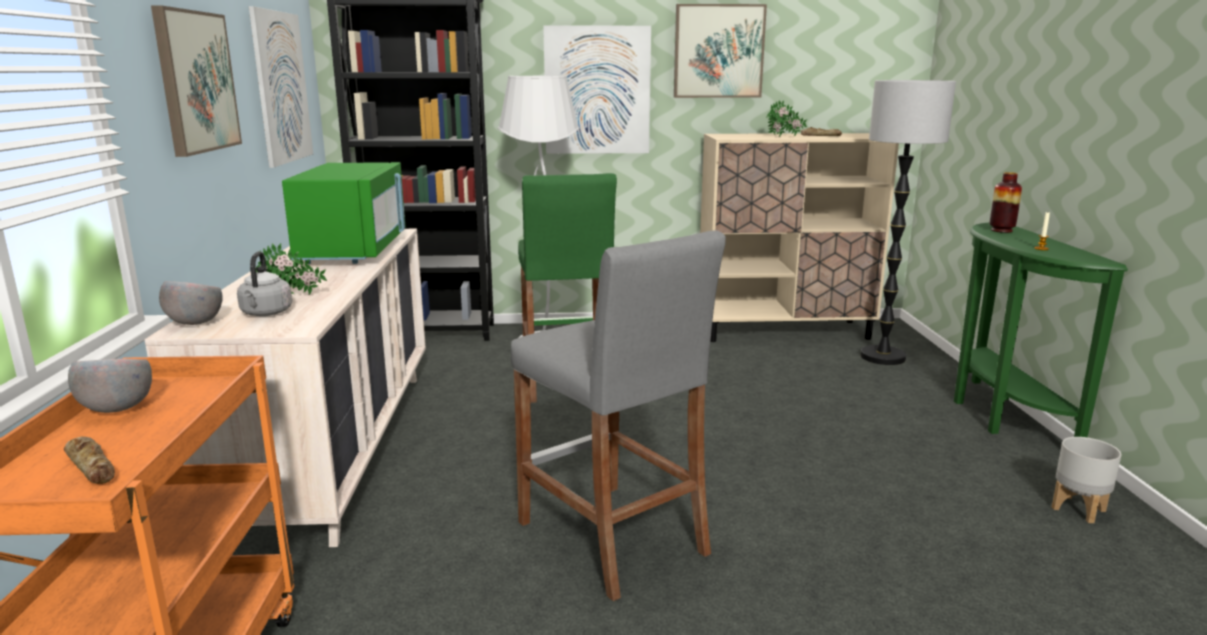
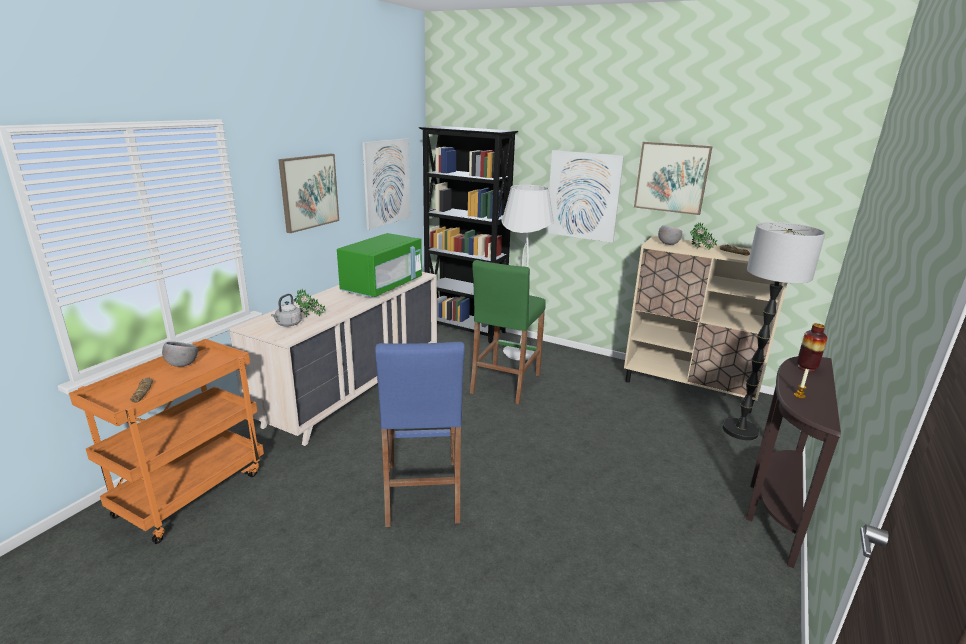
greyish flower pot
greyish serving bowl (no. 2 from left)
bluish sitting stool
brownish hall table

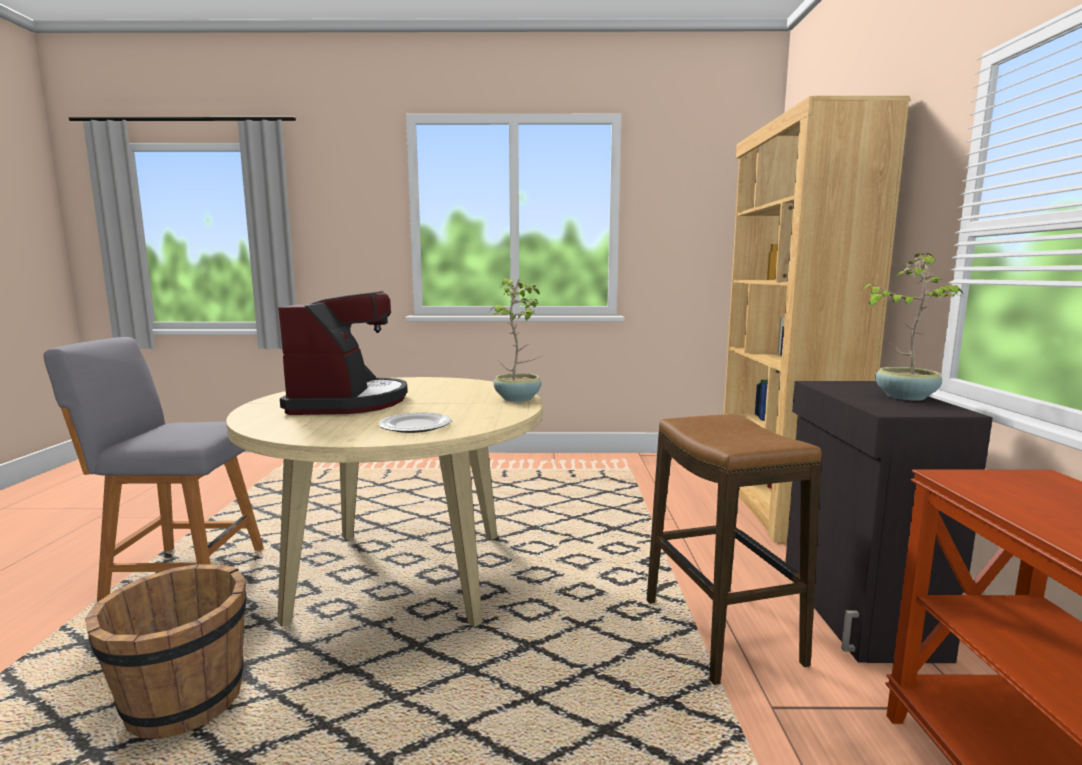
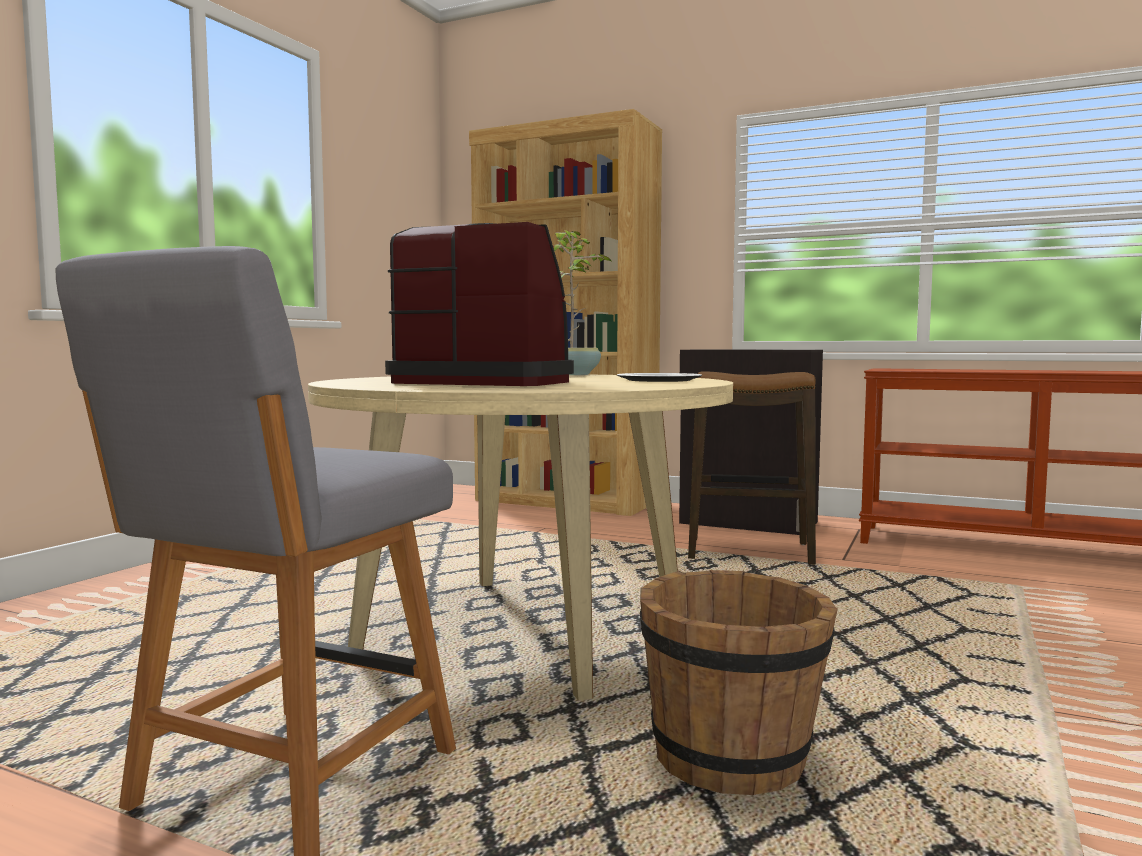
houseplant (no. 2 from left in the first image)

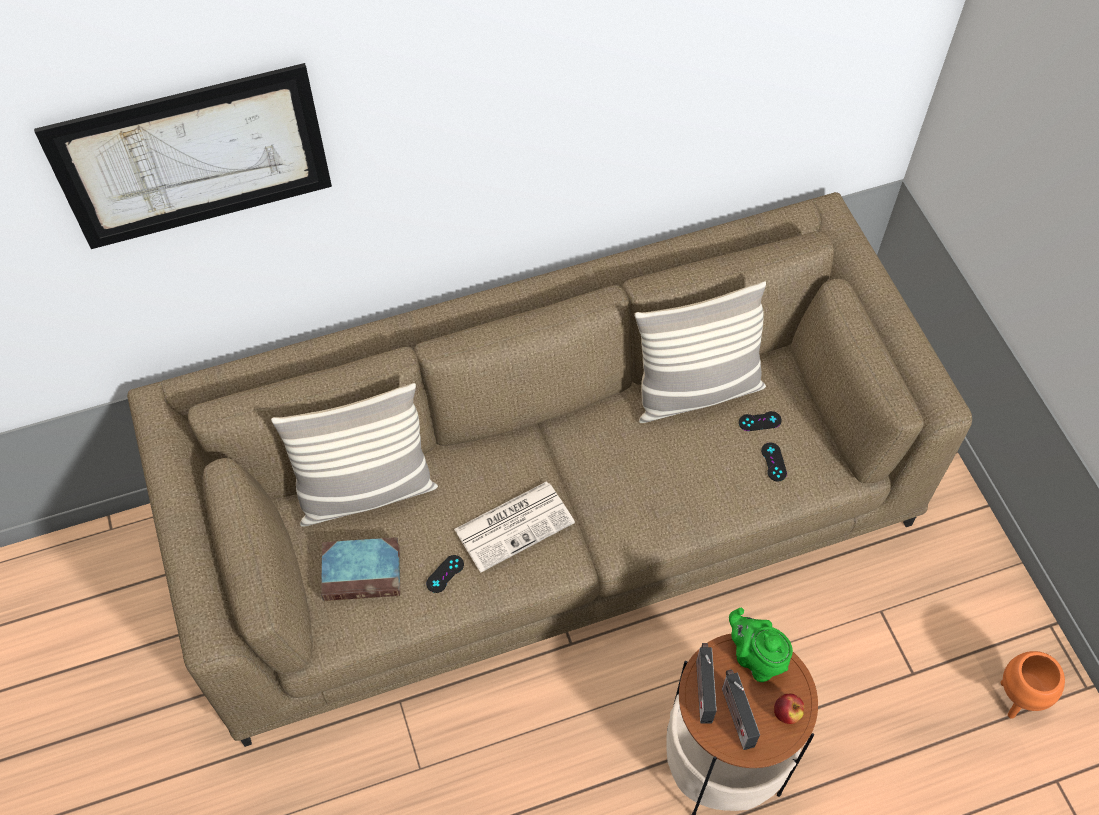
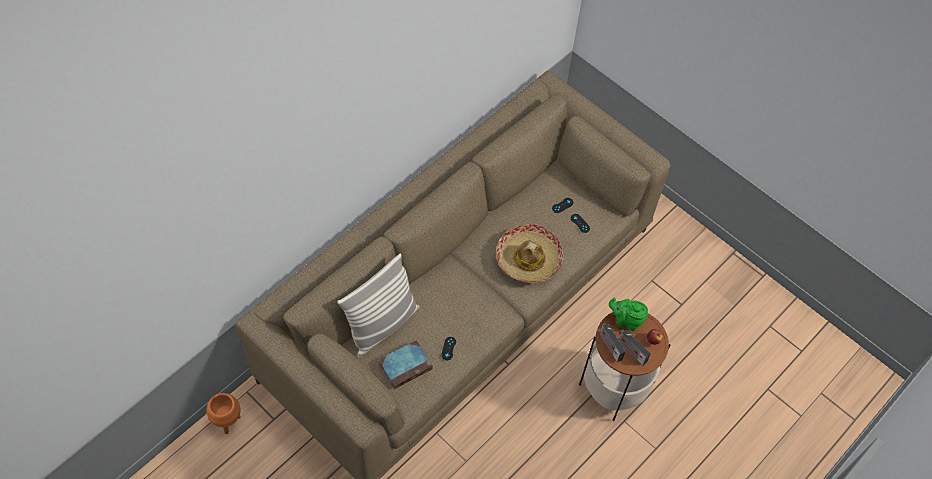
wall art
daily paper
cushion (no. 2 from left in the first image)
clothing hat
orange flower pot

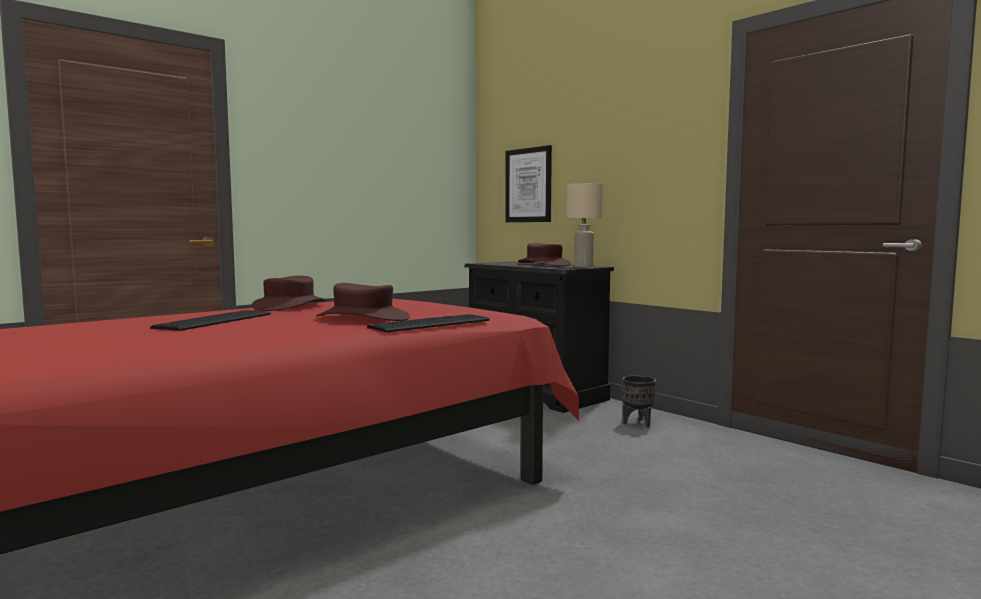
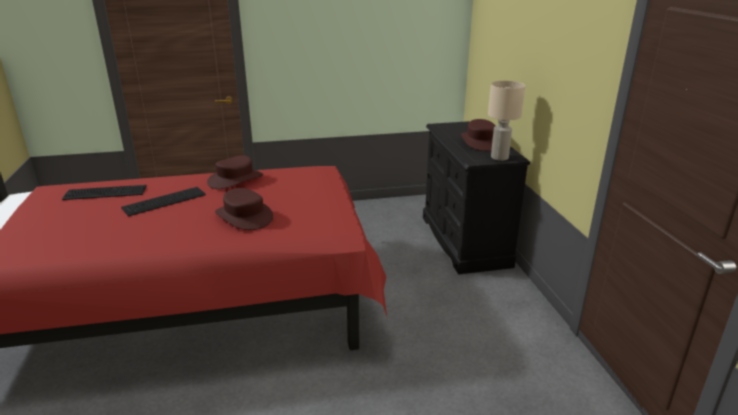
wall art
blackish flower pot
PC keyboard (no. 1 from left)

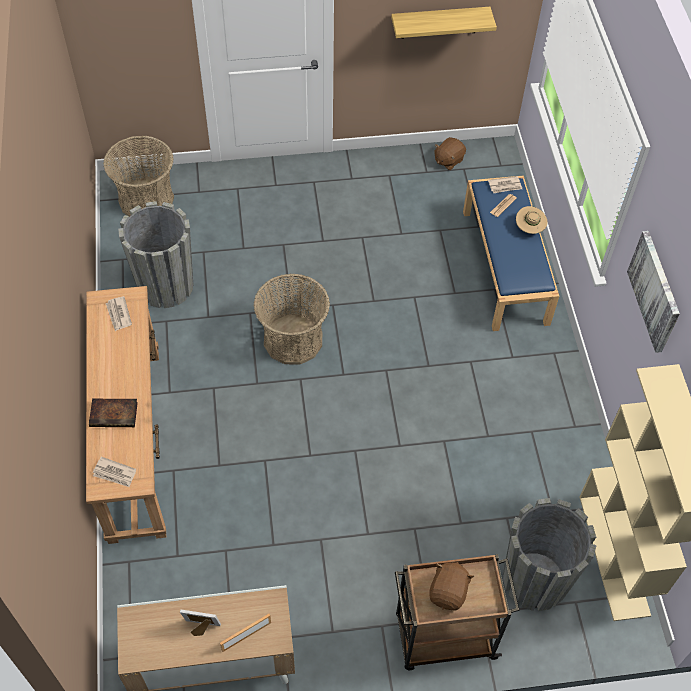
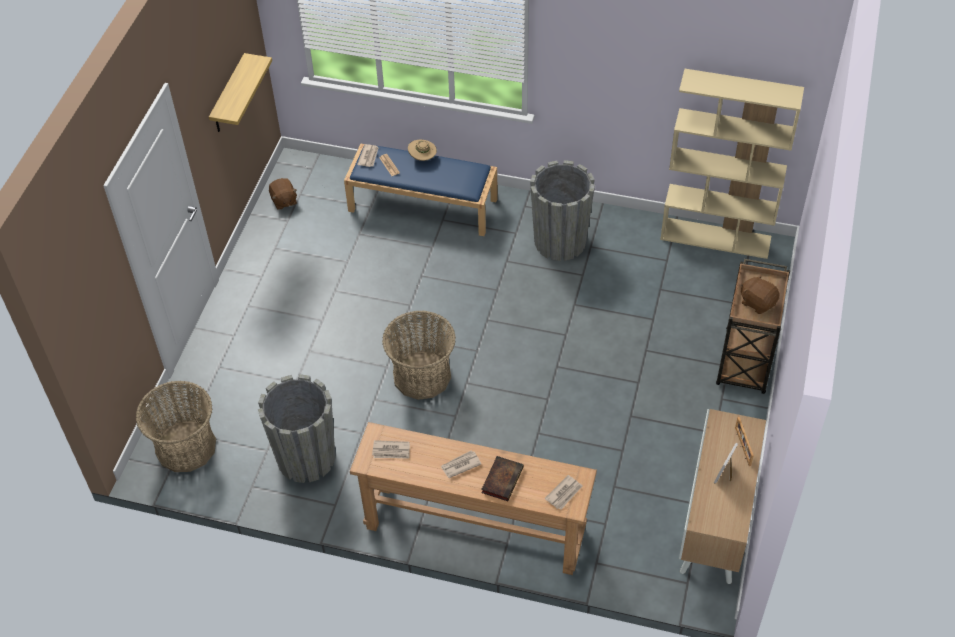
wall art
daily paper (no. 4 from left)
greyish flower pot (no. 2 from left)

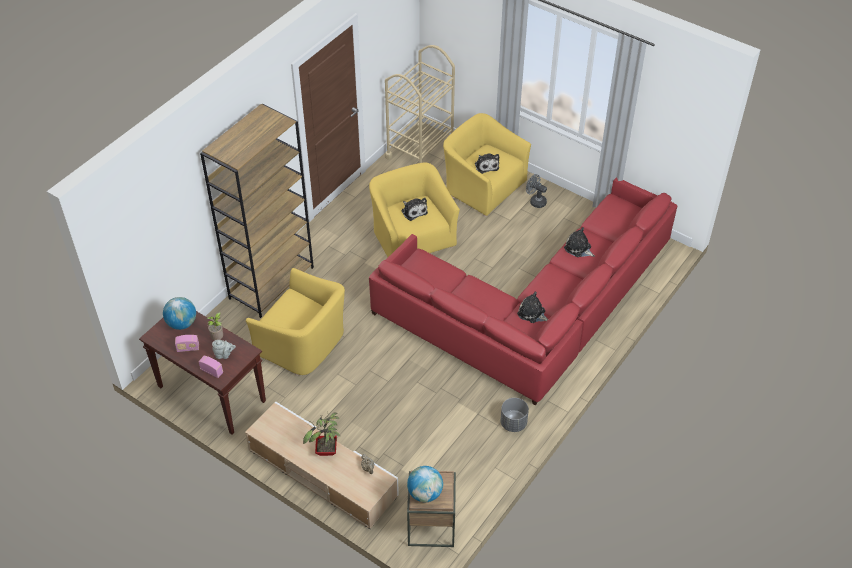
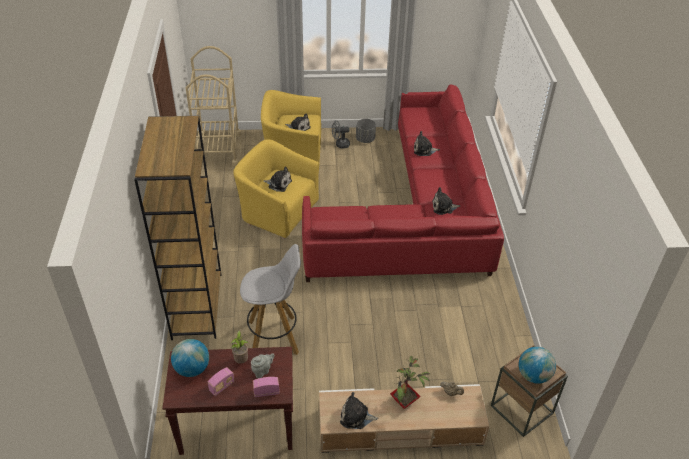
cuddly toy (no. 3 from left)
greyish flower pot
white-coloured sitting stool

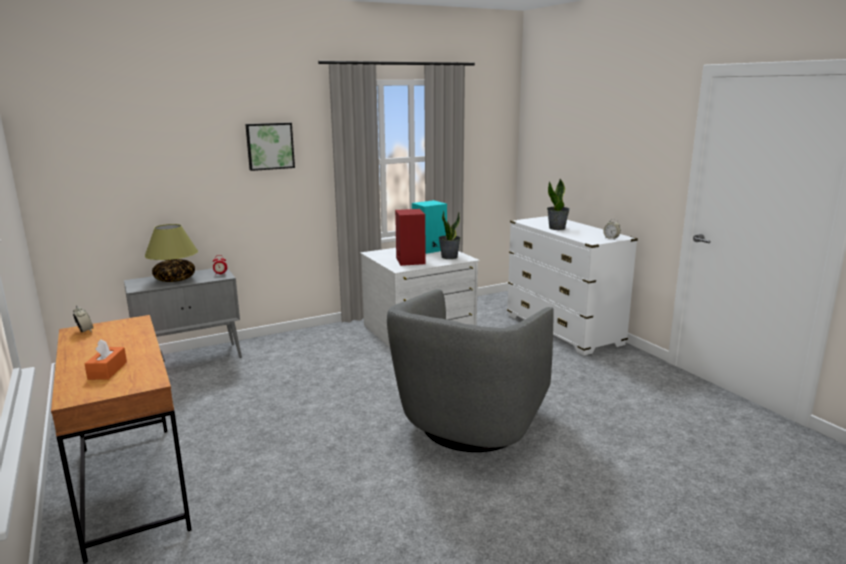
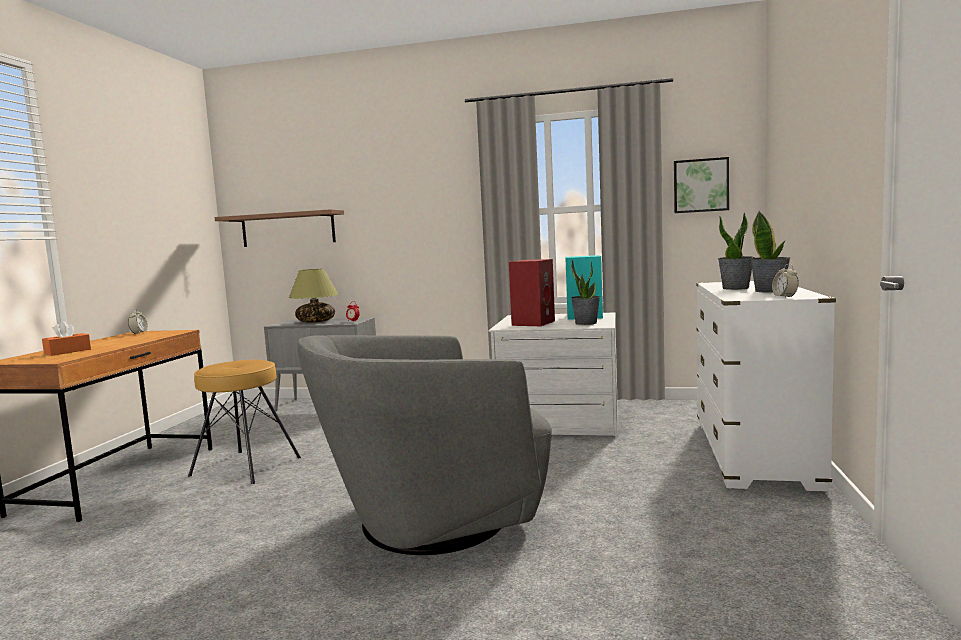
brownish sitting stool
wall shelf
houseplant (no. 3 from left)
wall art

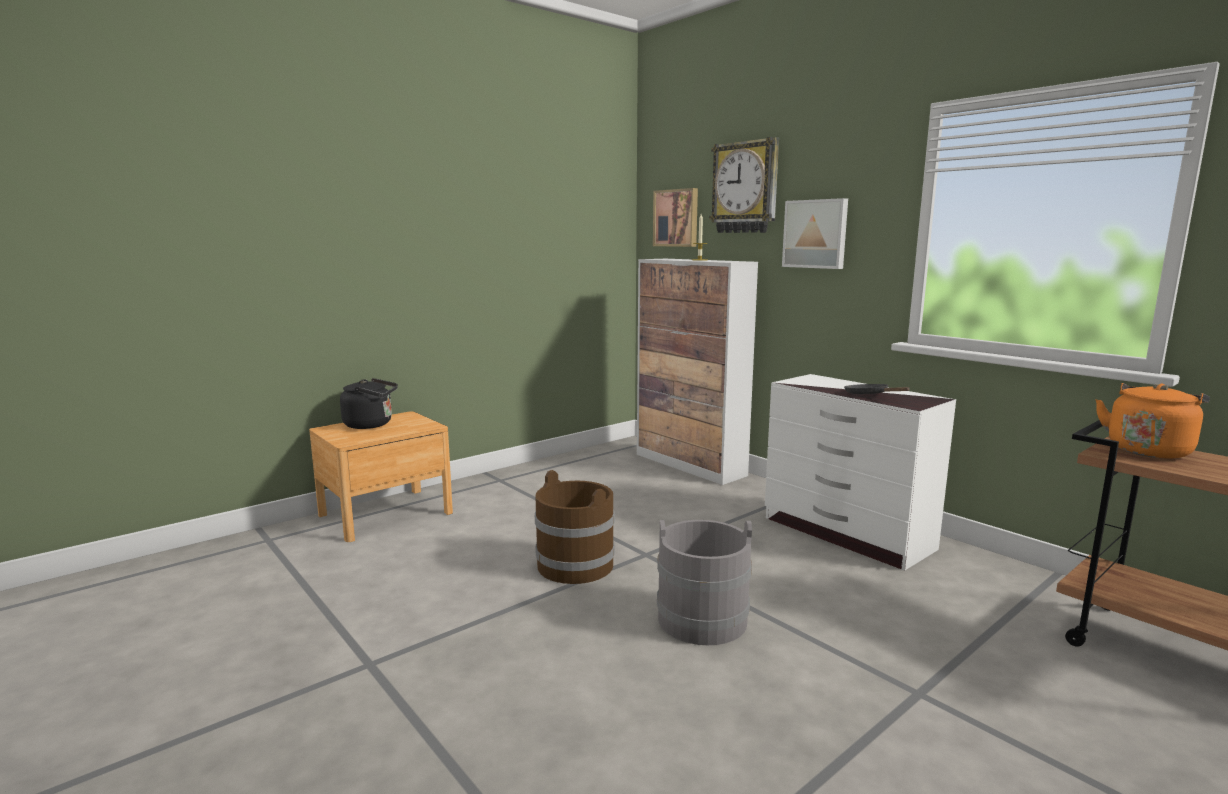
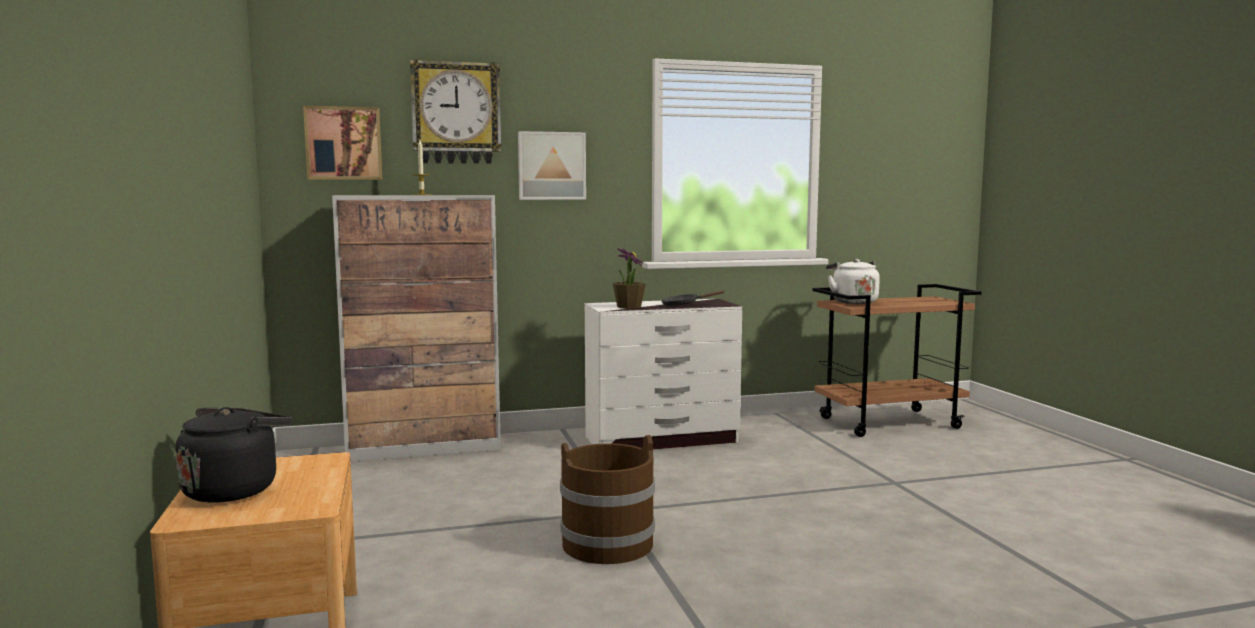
greyish pail
houseplant
white-coloured water kettle

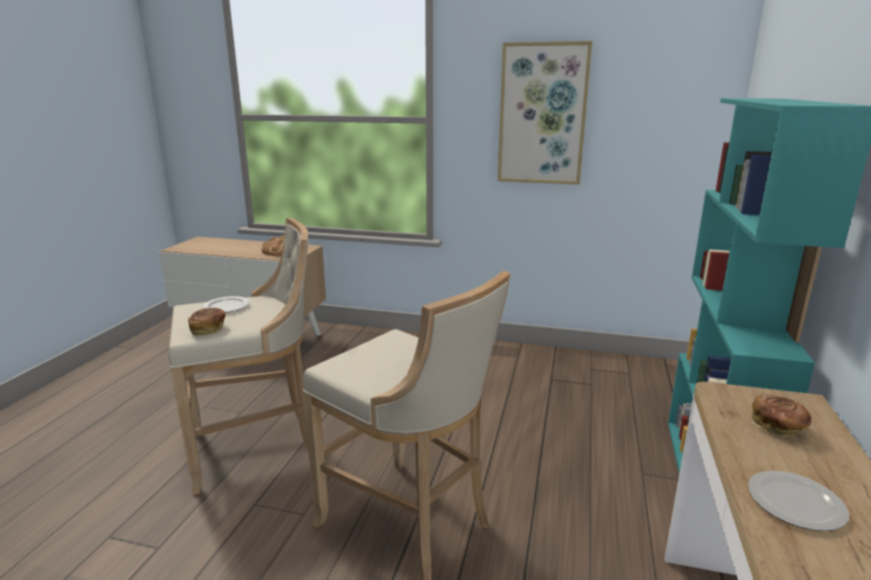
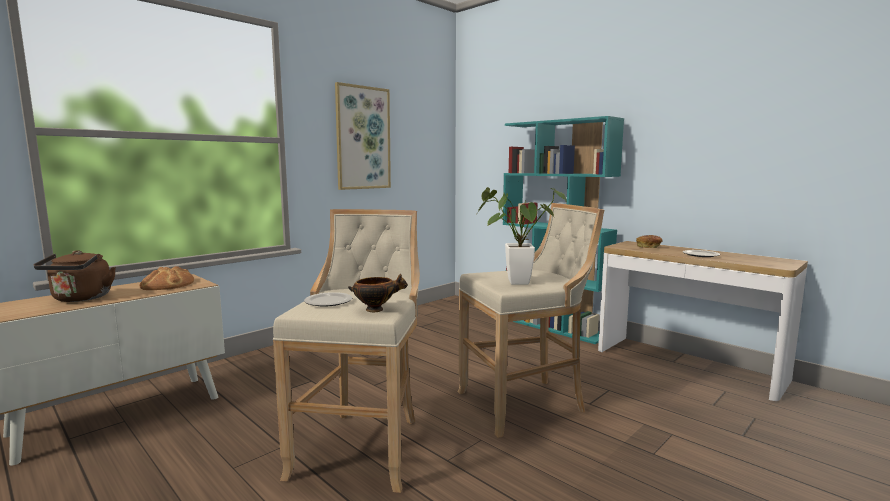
brownish water kettle
houseplant
serving bowl

